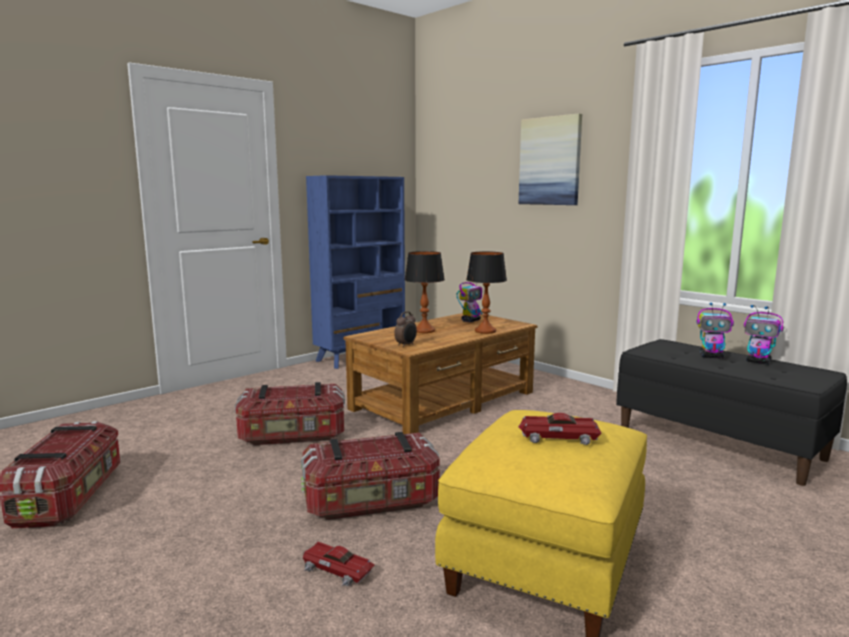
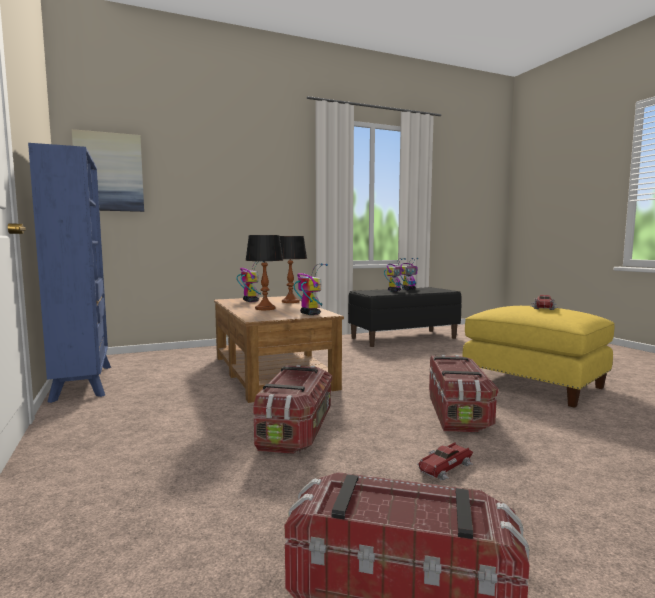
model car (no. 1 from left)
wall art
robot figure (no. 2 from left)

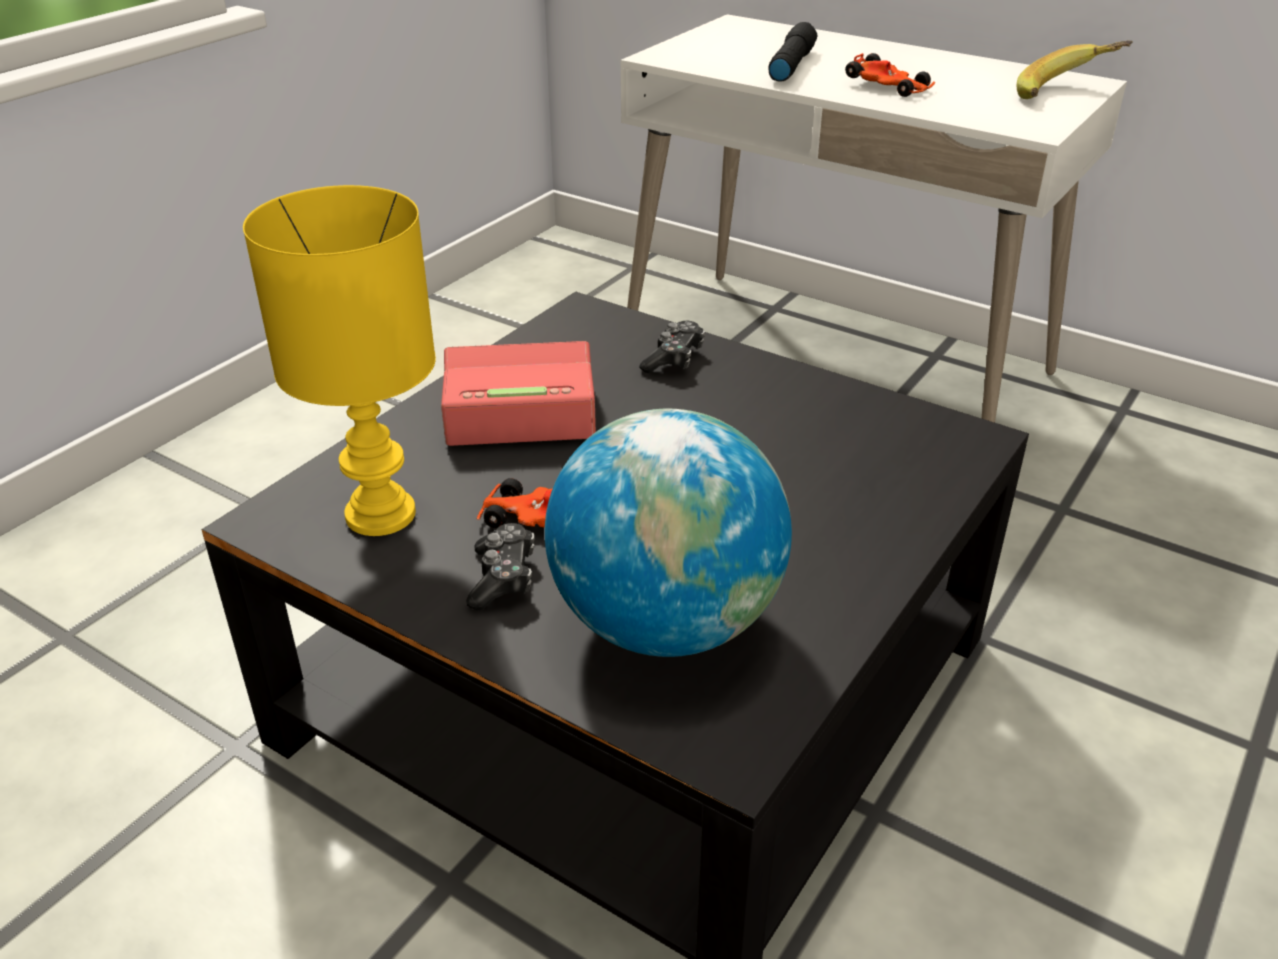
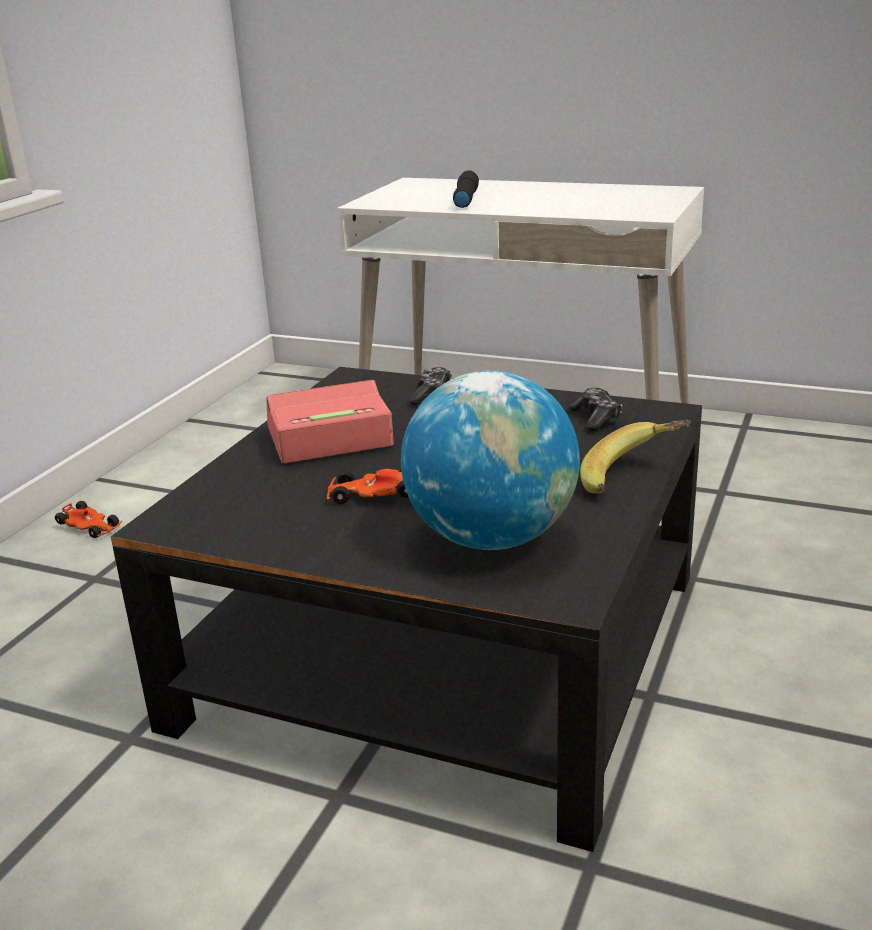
yellow lamp for a table
joypad (no. 2 from left)
model car (no. 1 from left)
whole banana

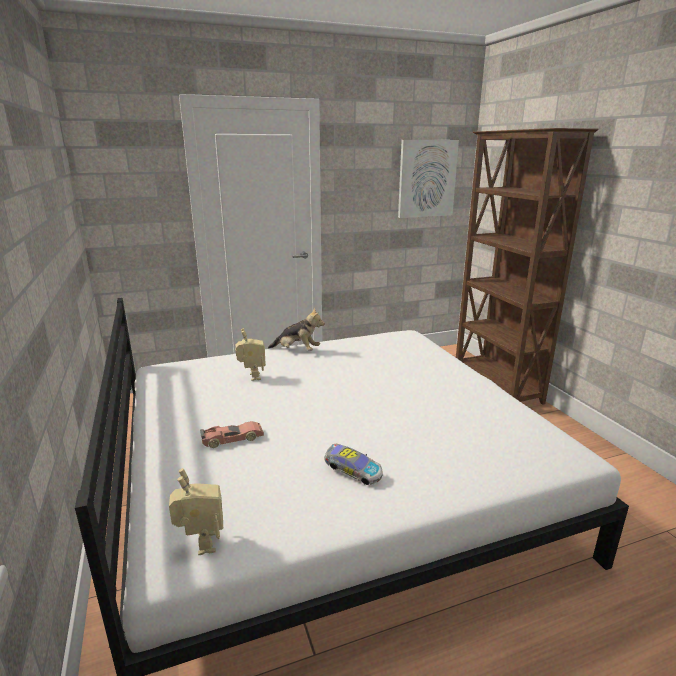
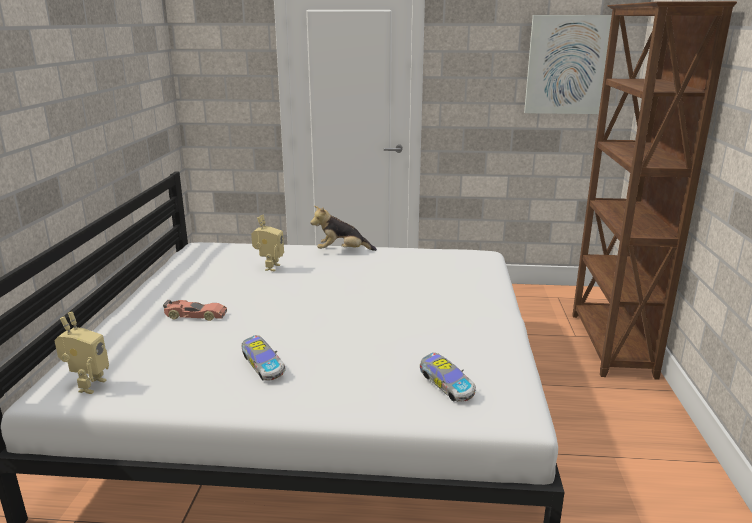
model car (no. 3 from left)
cuddly toy

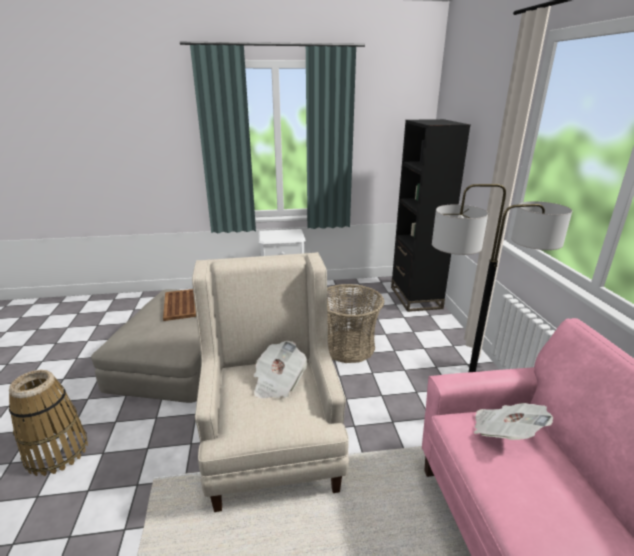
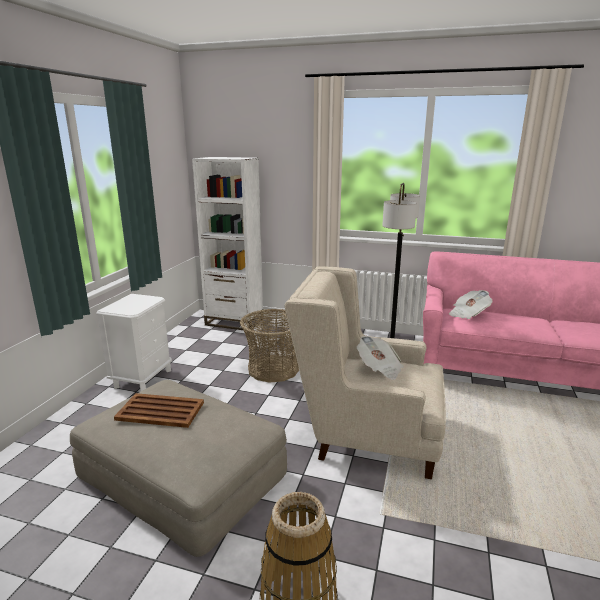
white-coloured shelving unit

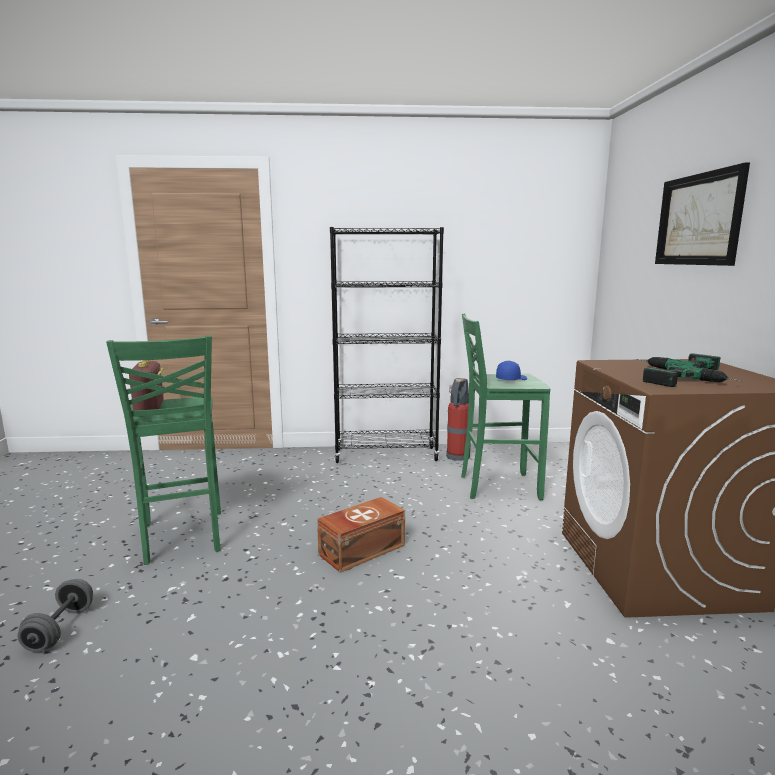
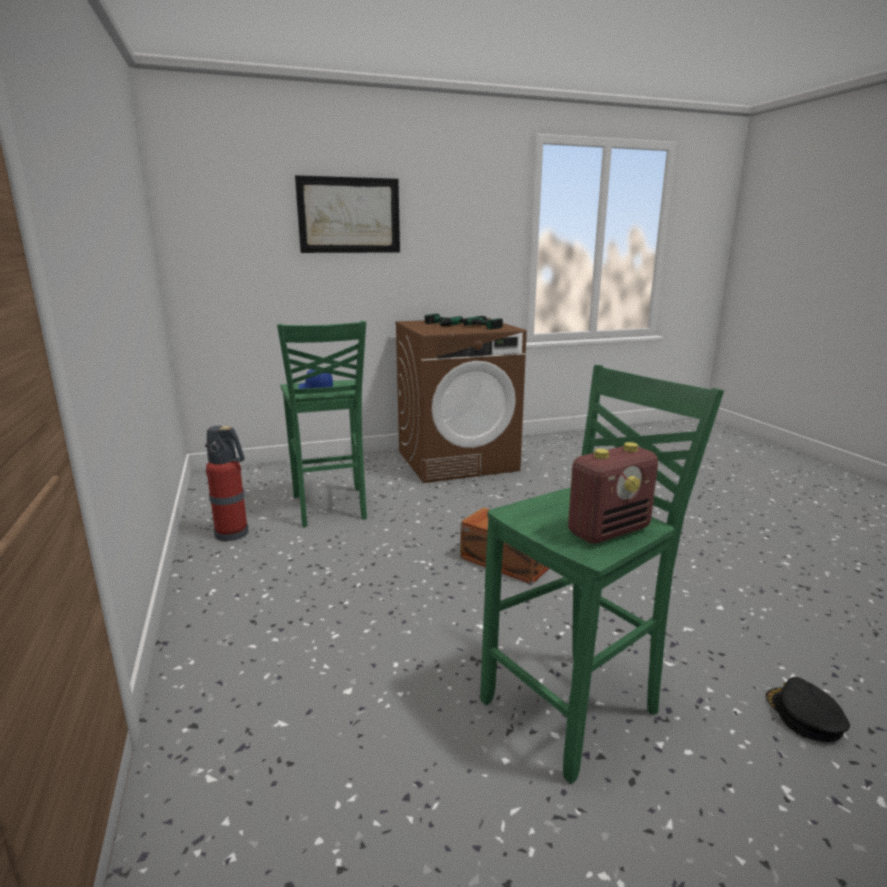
blackish shelving unit
blackish peaked cap

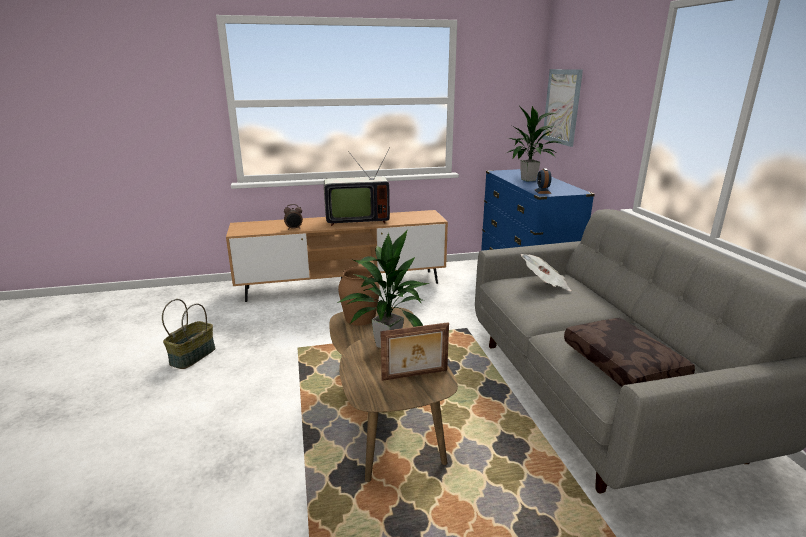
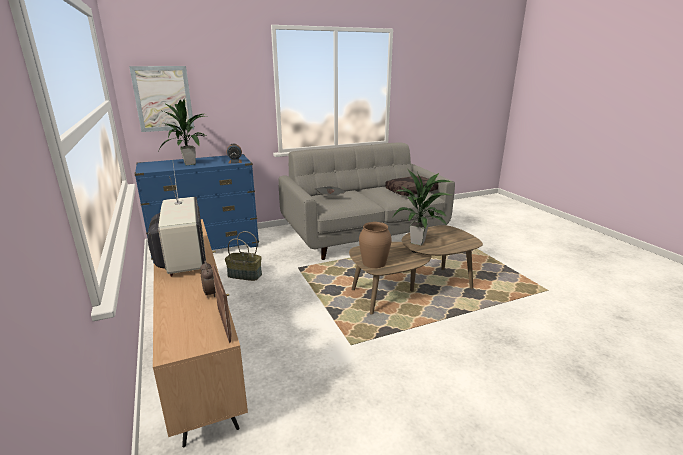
basket
standing frame

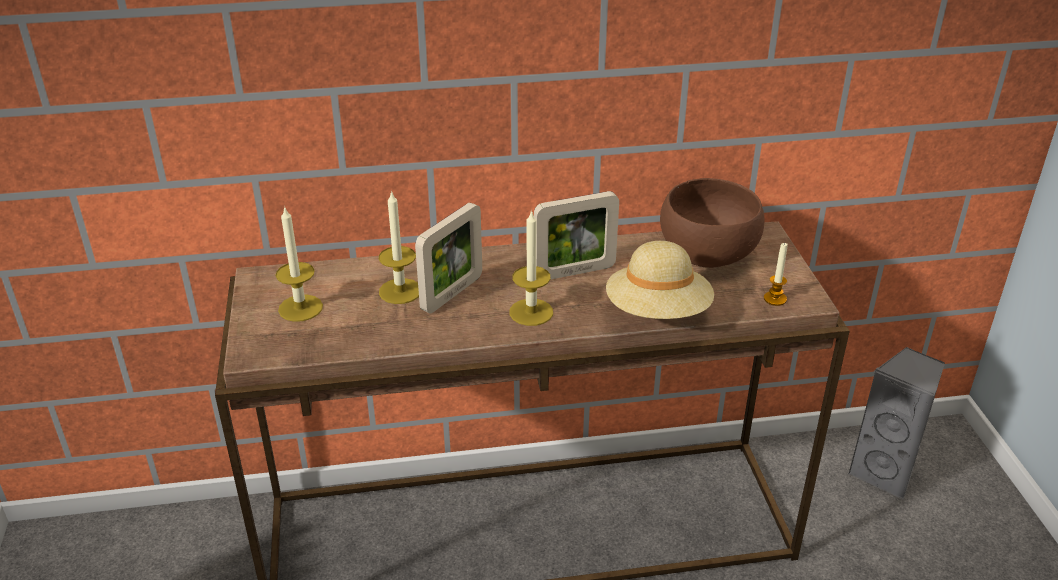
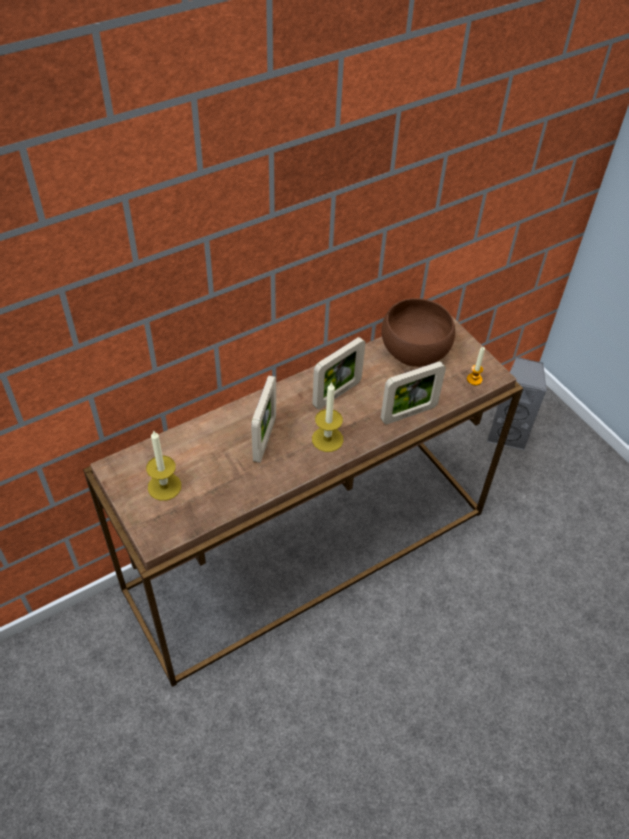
wax candle (no. 2 from left in the first image)
standing frame (no. 3 from left)

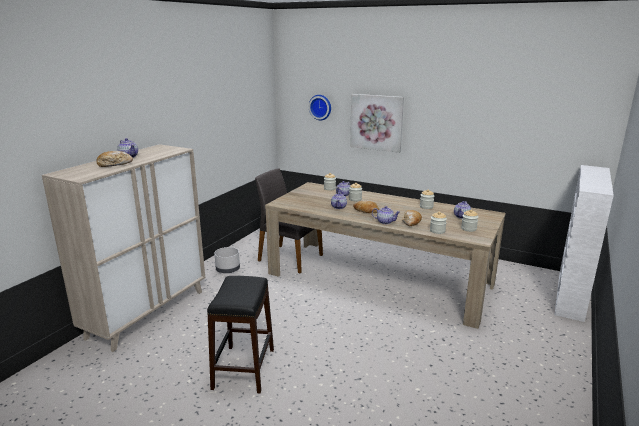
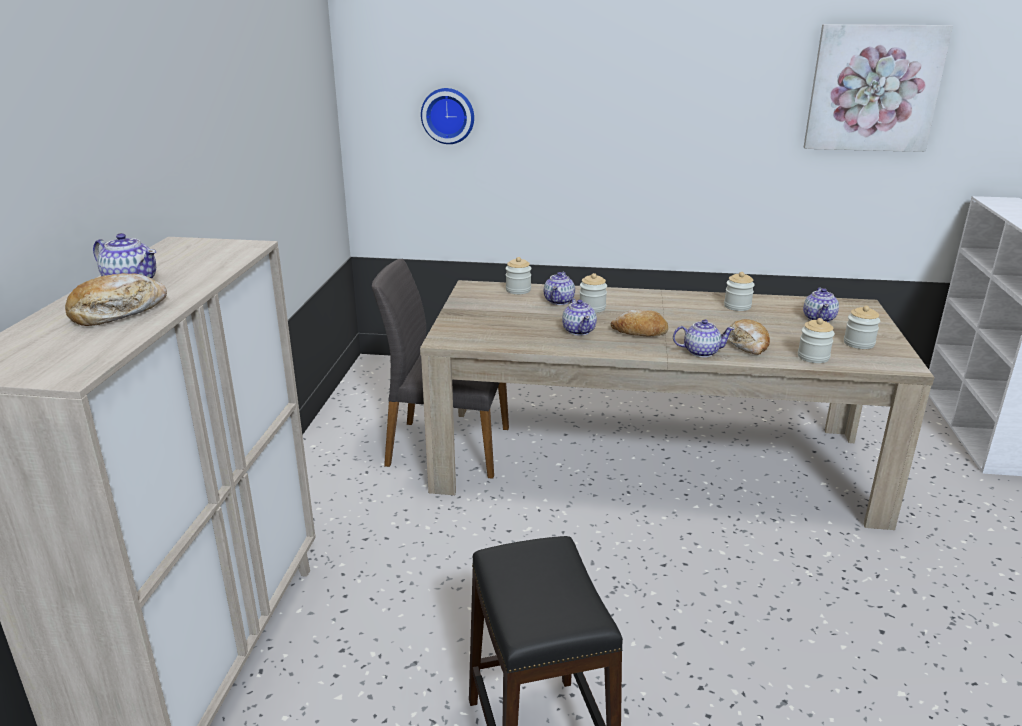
greyish flower pot
wall art

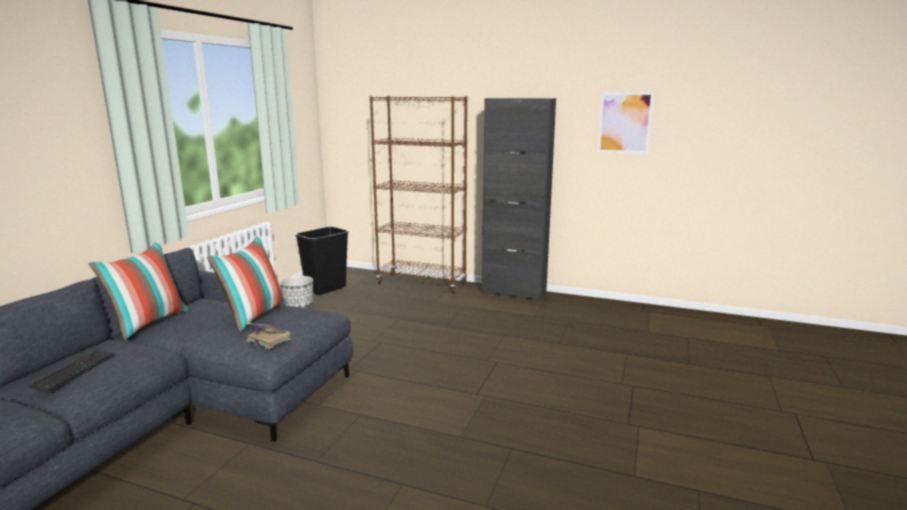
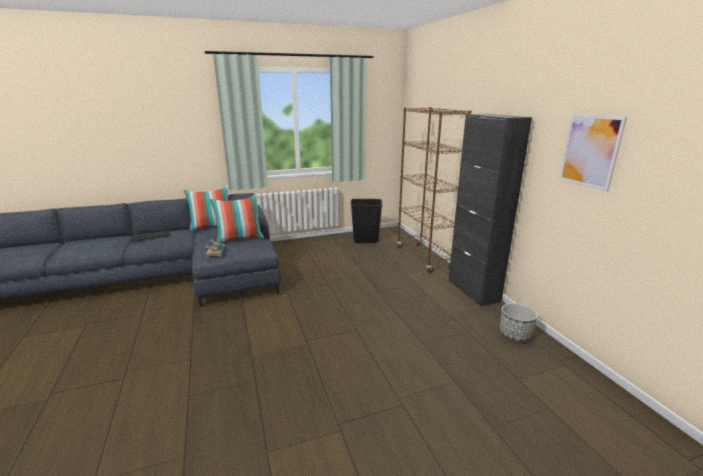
flower pot

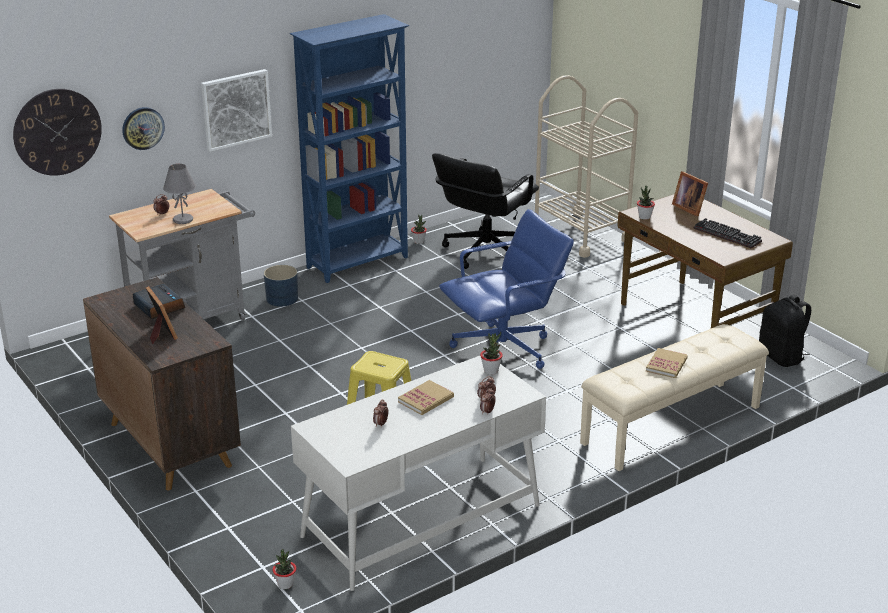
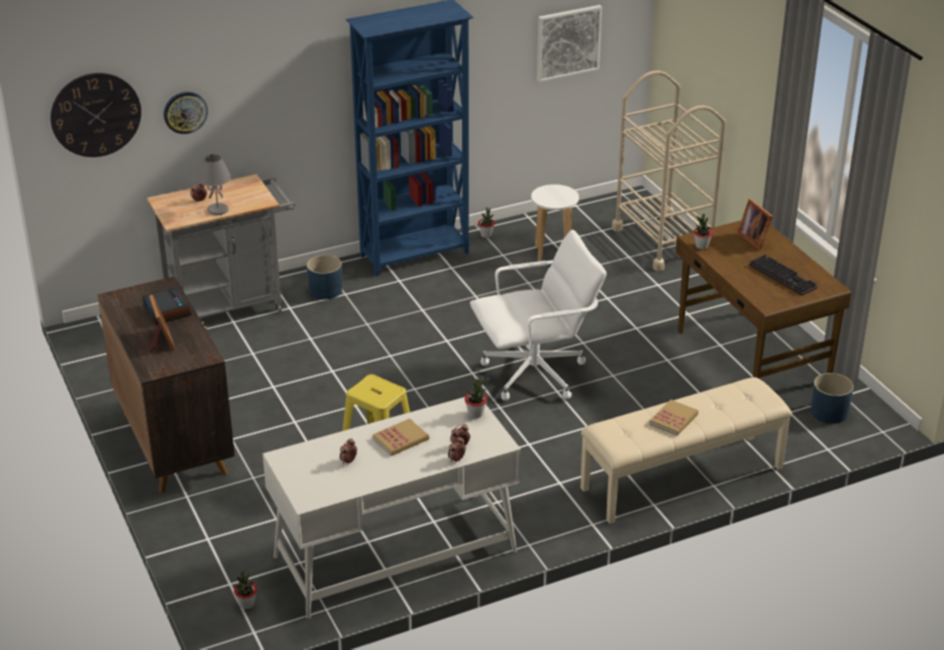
wall art
white-coloured sitting stool
bluish flower pot (no. 2 from left)
white-coloured office chair

